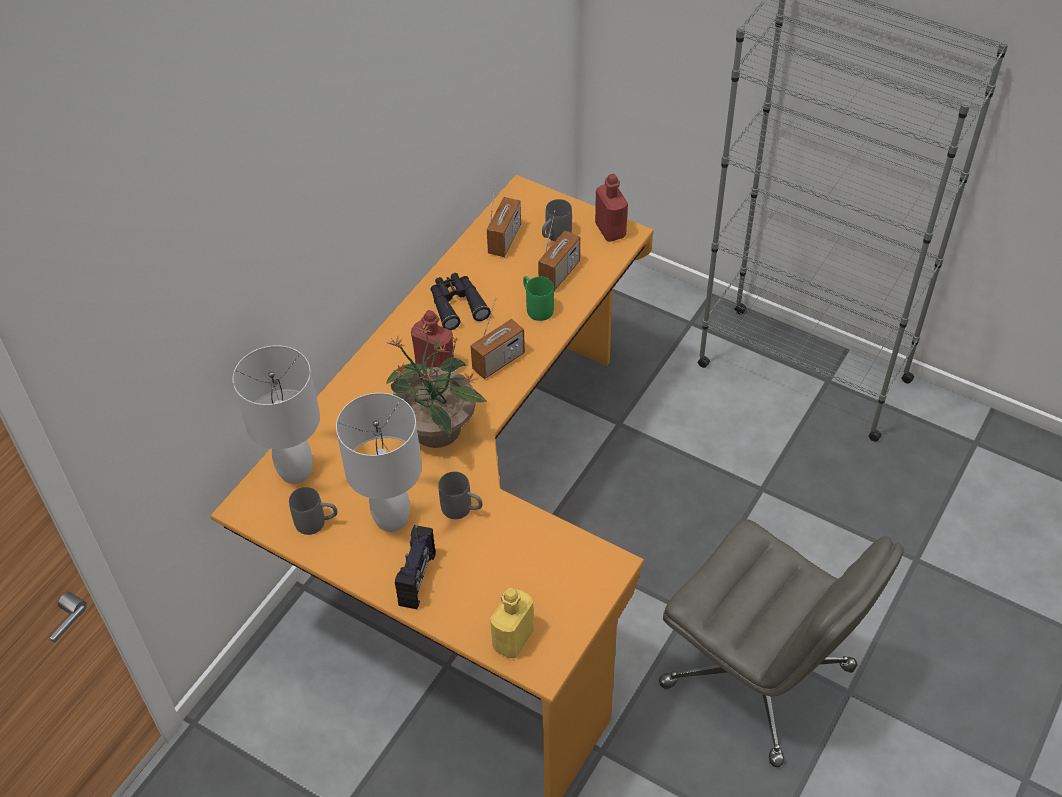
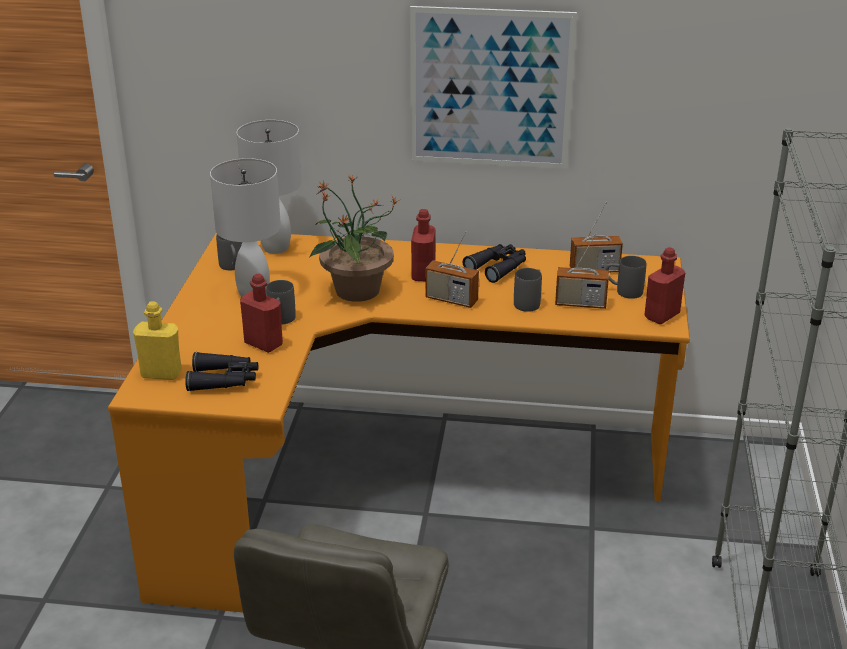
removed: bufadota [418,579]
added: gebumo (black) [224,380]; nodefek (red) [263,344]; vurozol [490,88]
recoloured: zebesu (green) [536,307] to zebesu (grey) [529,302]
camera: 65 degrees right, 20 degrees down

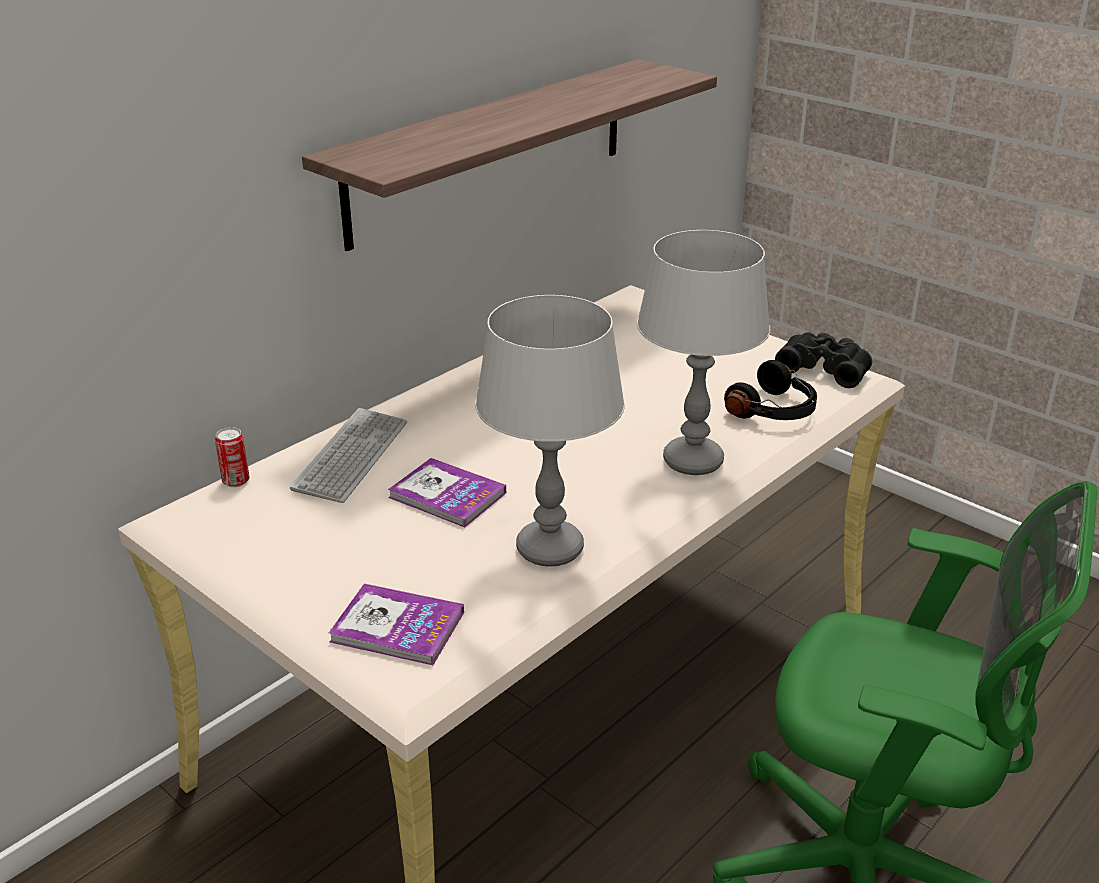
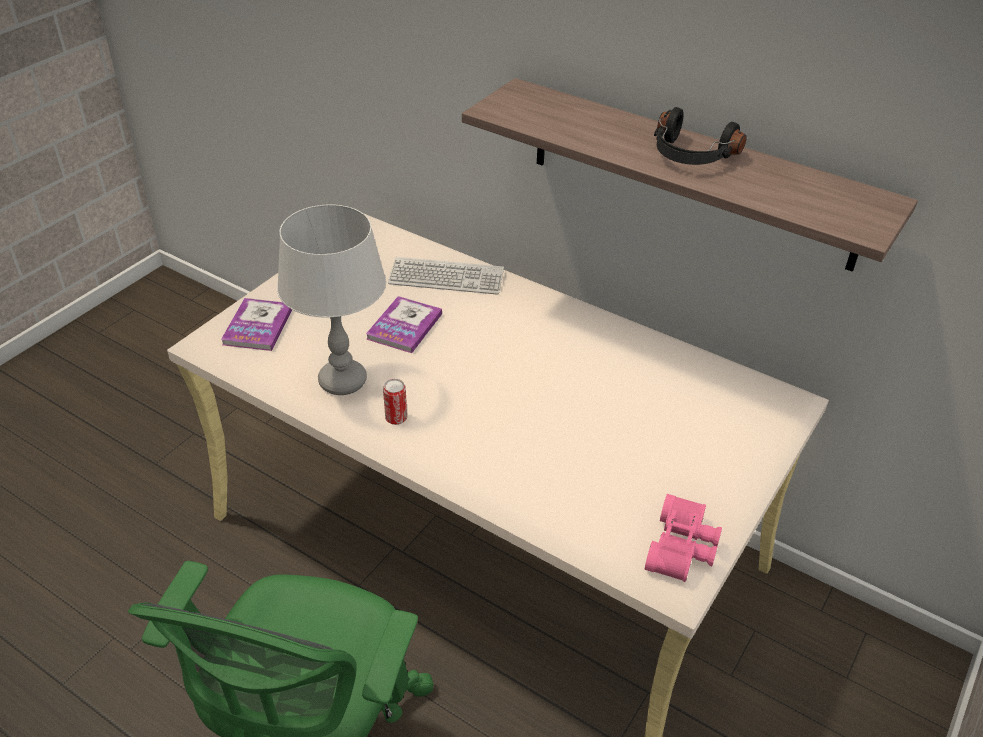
removed: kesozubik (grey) [692,462]
moved: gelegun [236,481] to [396,418]; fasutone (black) [774,411] to [690,156]
recoloured: gebumo (black) [824,368] to gebumo (pink) [683,548]
camera: 80 degrees right, 10 degrees up

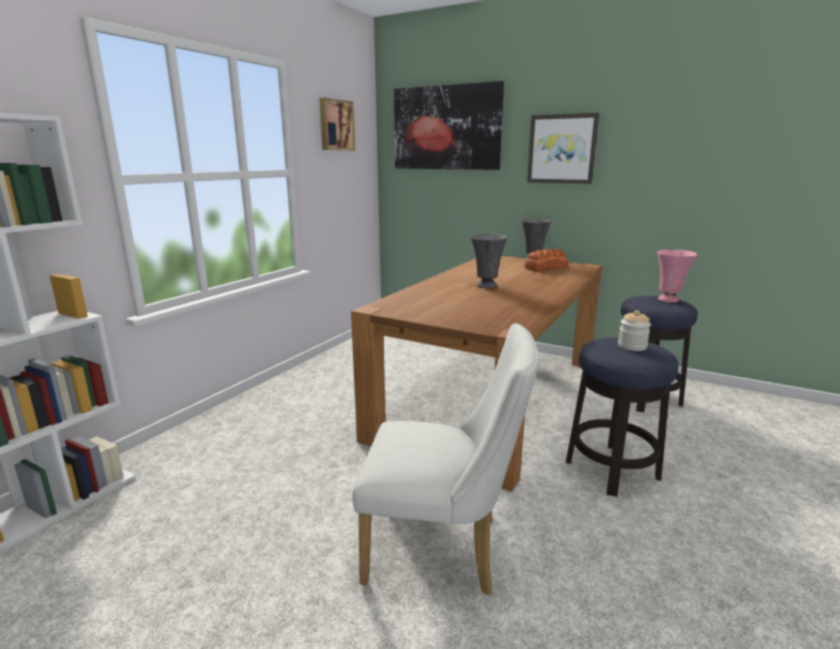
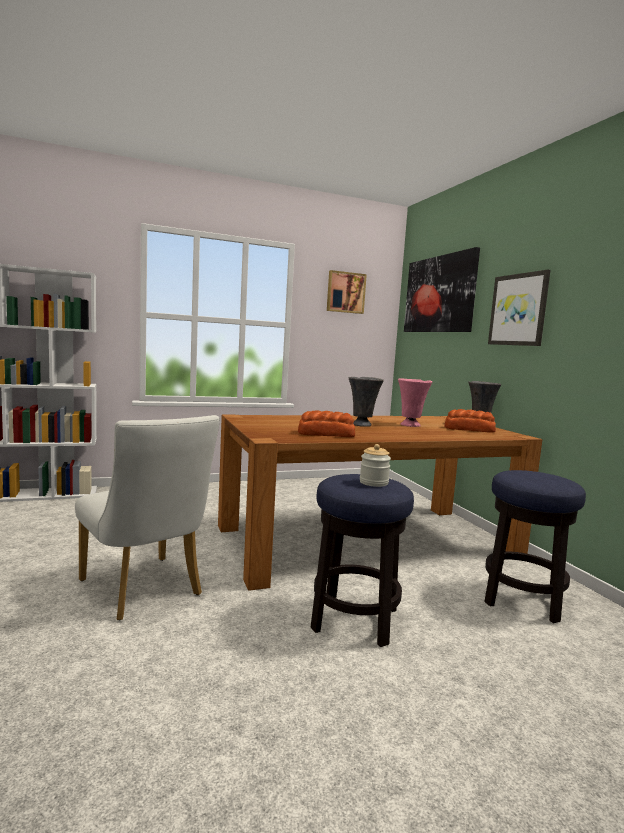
added: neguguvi [325,434]
moved: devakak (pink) [669,300] to [411,425]
camera: 40 degrees right, 10 degrees down

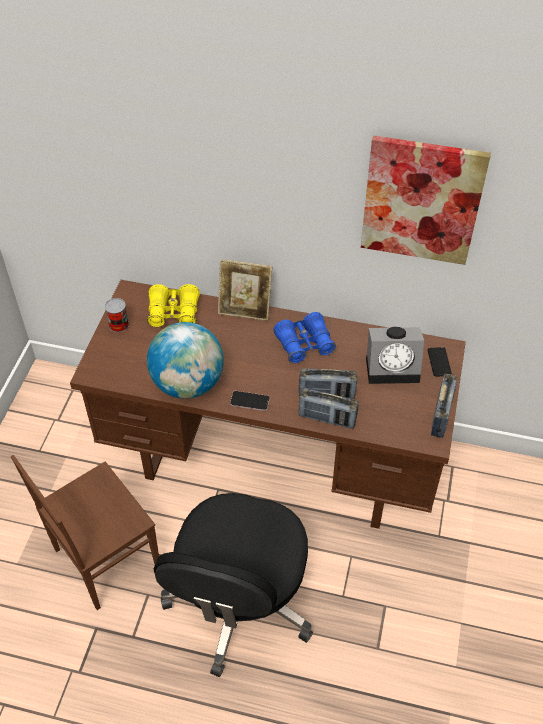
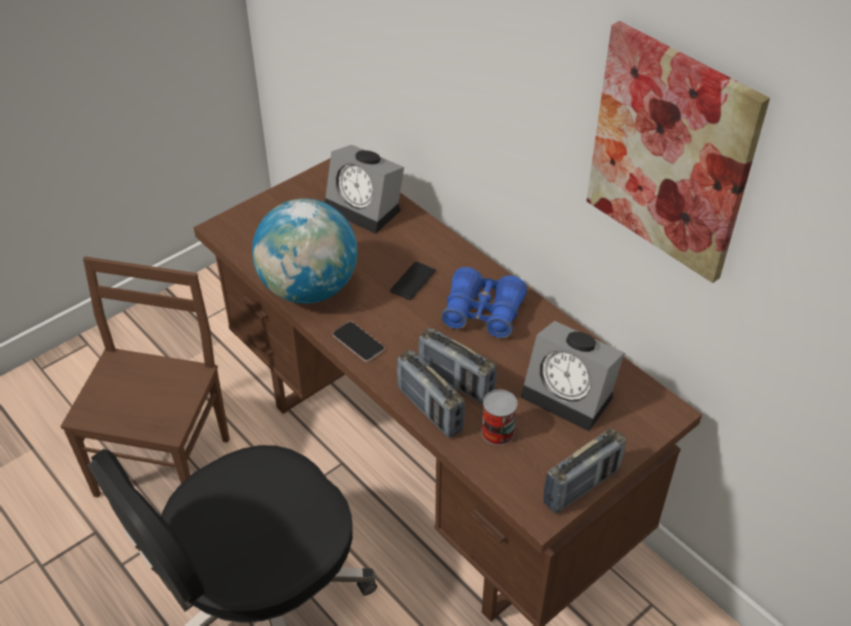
removed: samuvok [245,310]
moved: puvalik [439,362] to [413,281]; gelegun [118,324] to [498,432]
replaced: gebumo (yellow) [173,312] to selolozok [366,209]
turned: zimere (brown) [104,558] = [166,465] 105 degrees clockwise
camera: 35 degrees right, 5 degrees down

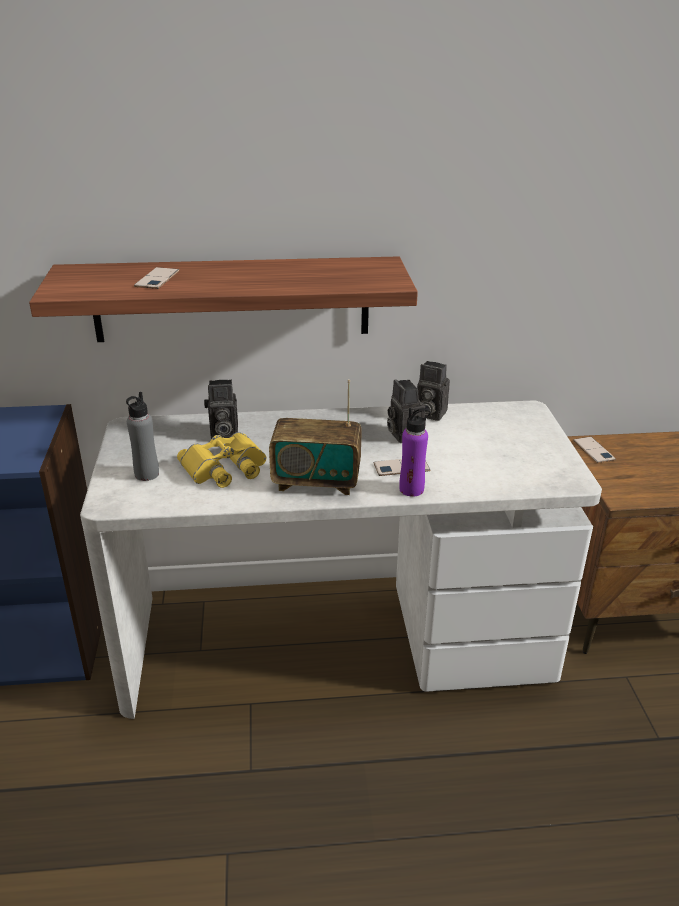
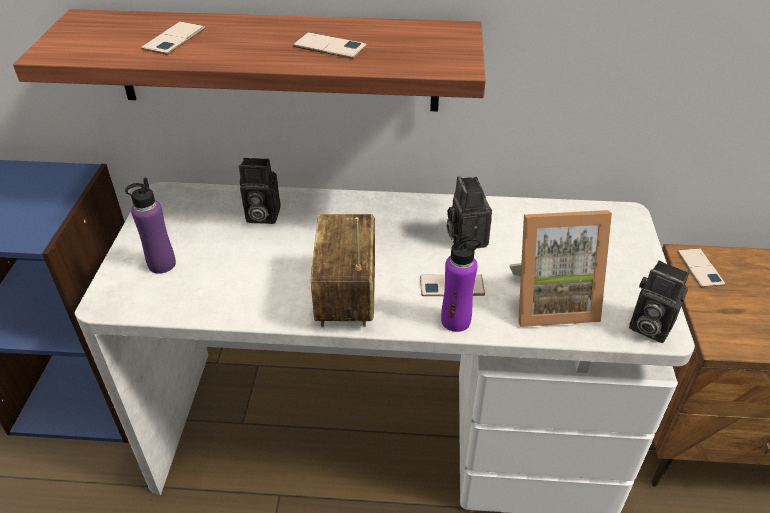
removed: gebumo (yellow) [225,468]
added: puvalik [329,46]; samuvok [550,301]
moved: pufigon [429,413] to [647,326]
recoloured: nodefek (grey) [146,474] to nodefek (purple) [161,264]
turned: bufadota [316,481] = [347,296] 75 degrees clockwise
camera: 10 degrees right, 10 degrees up

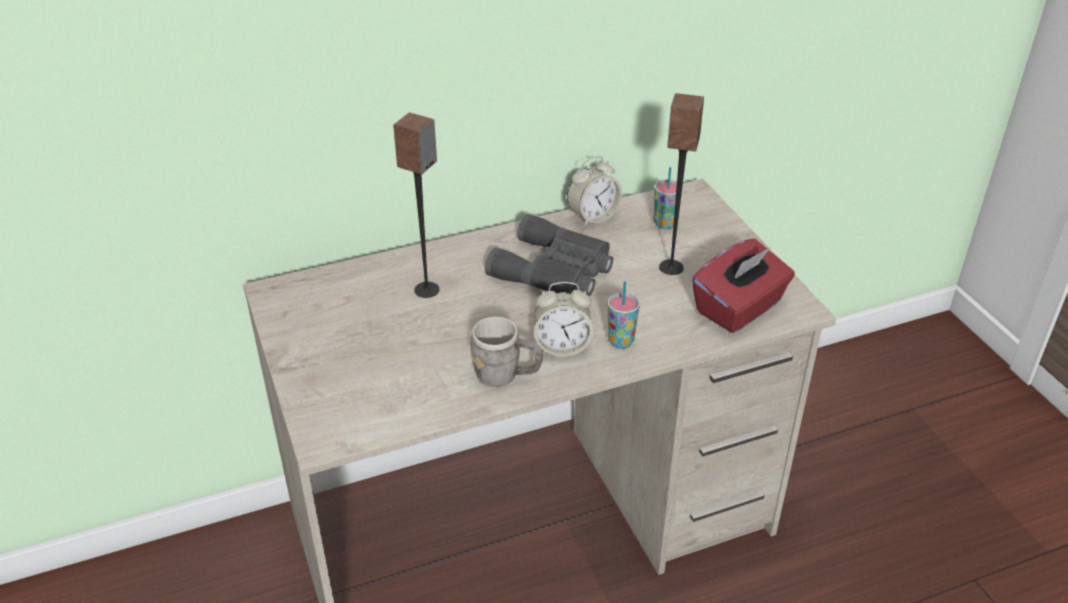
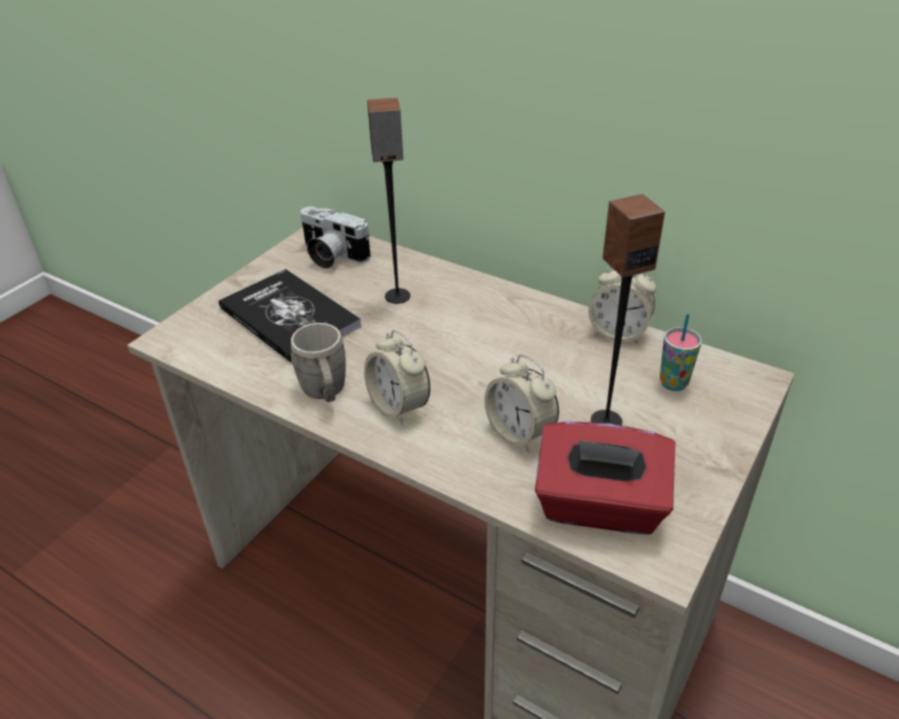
removed: gebumo (grey) [555,270]; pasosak [620,342]
added: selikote [289,317]; pufigon [331,256]; selolozok [520,433]
camera: 55 degrees right, 0 degrees up

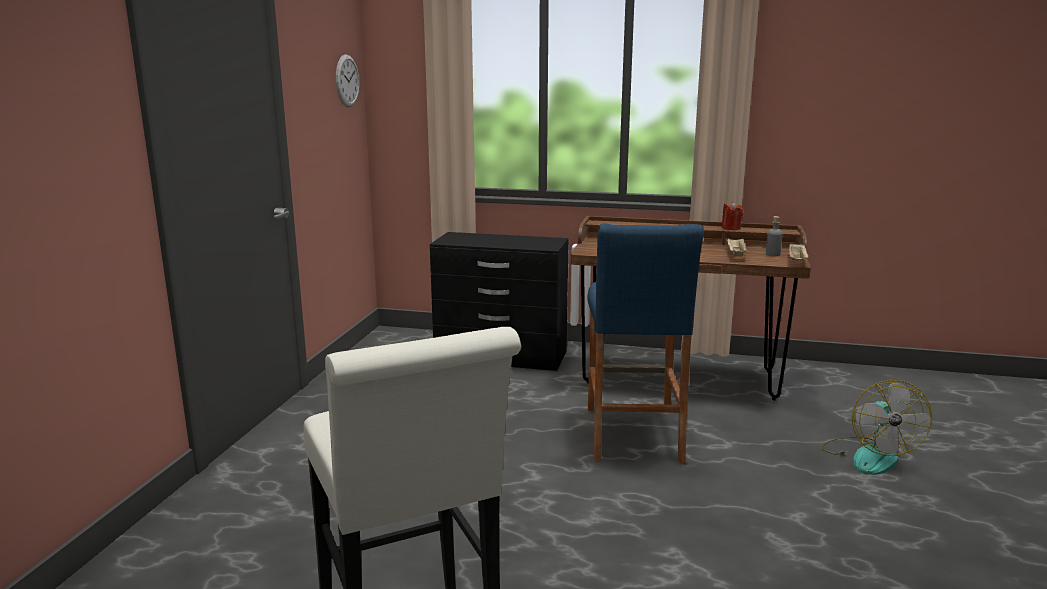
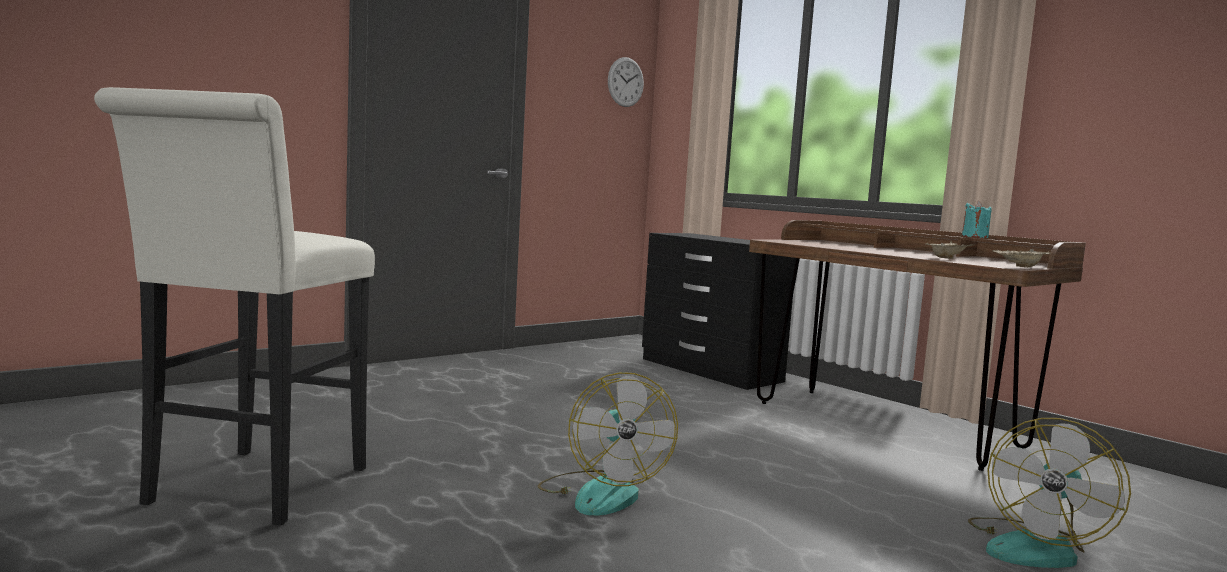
removed: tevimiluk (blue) [632,434]; nodefek (grey) [772,254]
added: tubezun [602,492]
recoloured: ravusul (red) [731,228] to ravusul (turquoise) [974,237]
camera: 35 degrees right, 10 degrees down

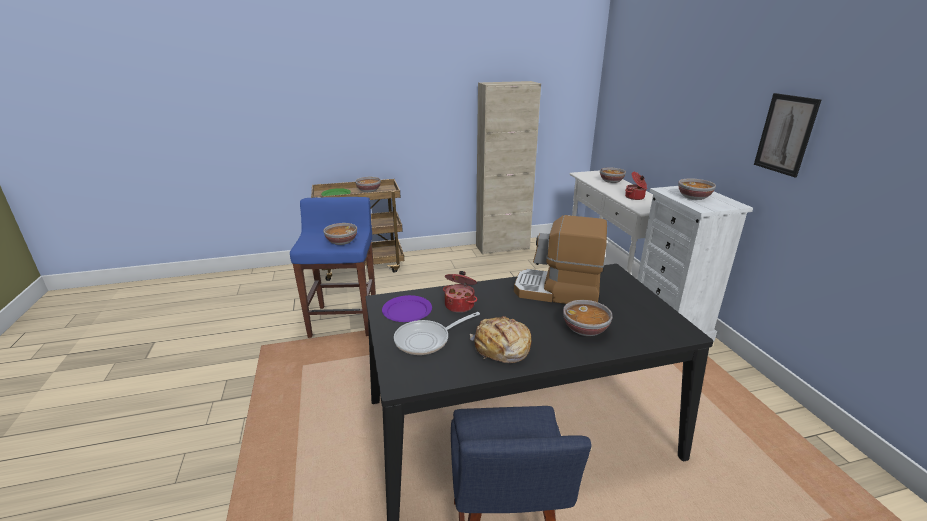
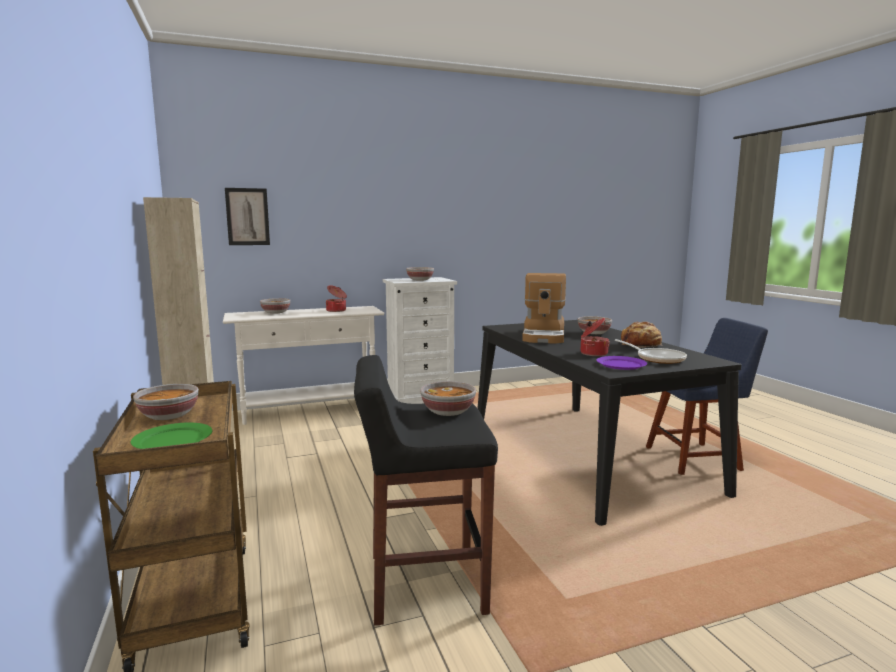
moved: vurozol [785,134] to [247,216]
recoloured: tevimiluk (blue) [344,320] to tevimiluk (black) [423,583]
camera: 95 degrees left, 15 degrees down

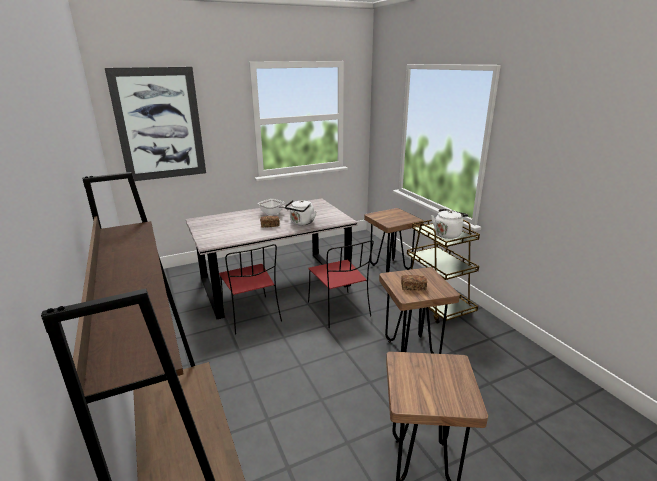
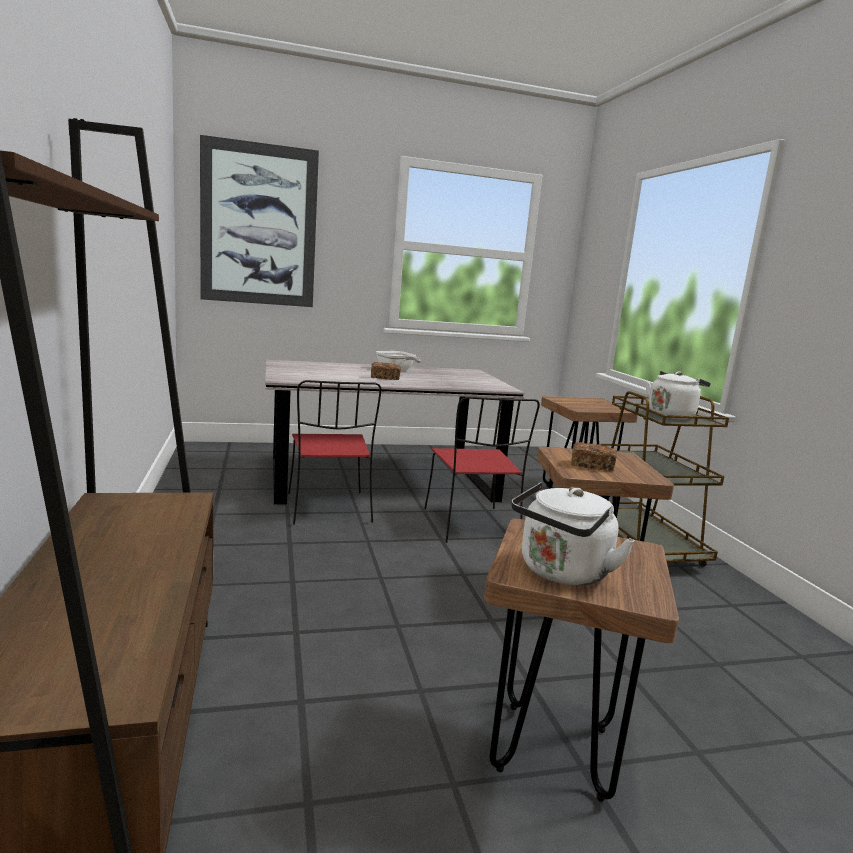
moved: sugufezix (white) [301,223] to [561,573]
camera: 10 degrees right, 10 degrees down

